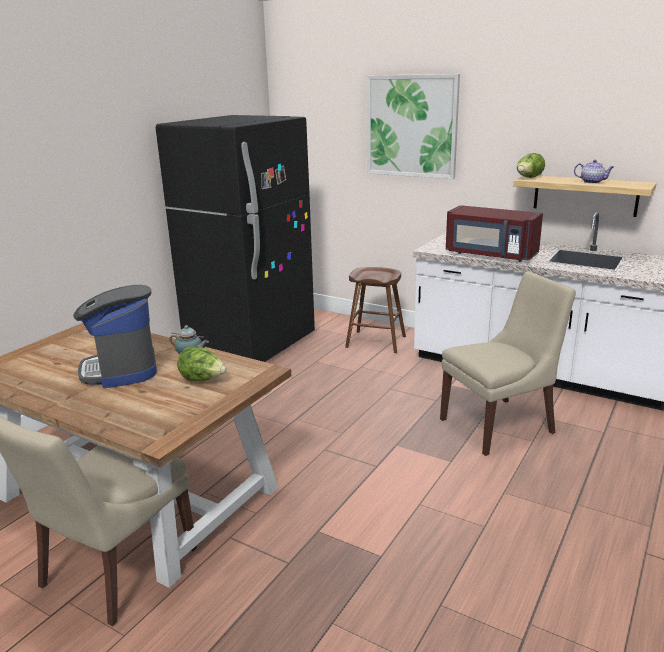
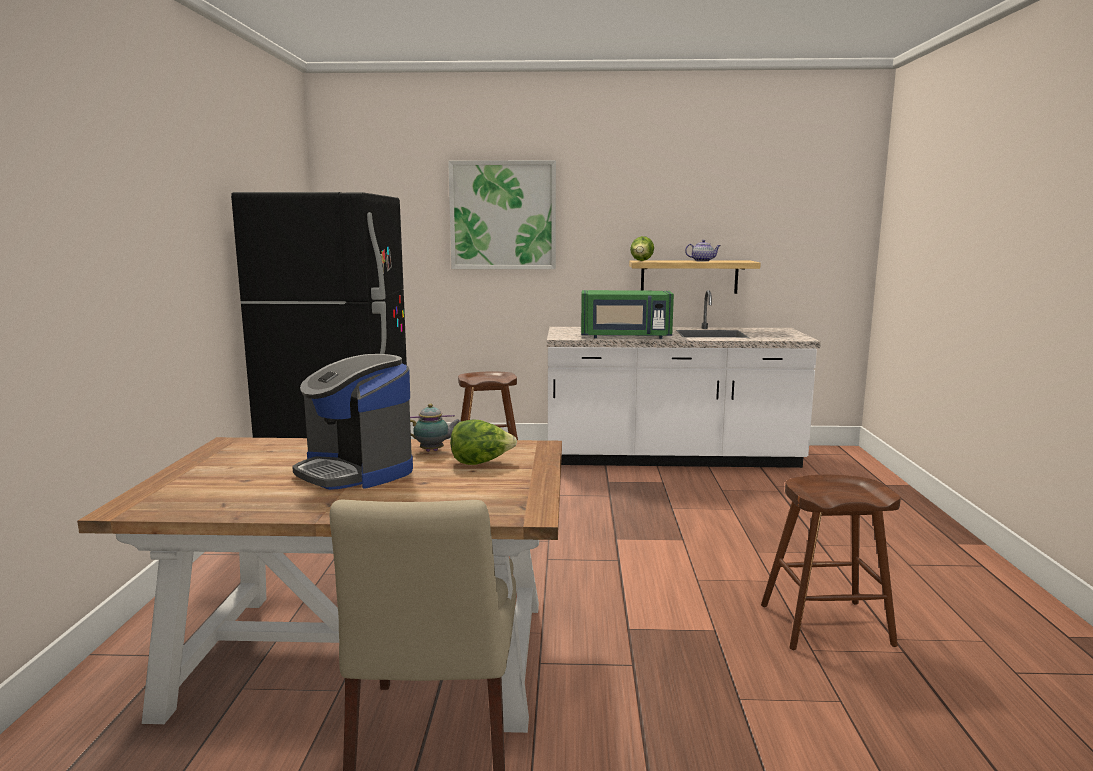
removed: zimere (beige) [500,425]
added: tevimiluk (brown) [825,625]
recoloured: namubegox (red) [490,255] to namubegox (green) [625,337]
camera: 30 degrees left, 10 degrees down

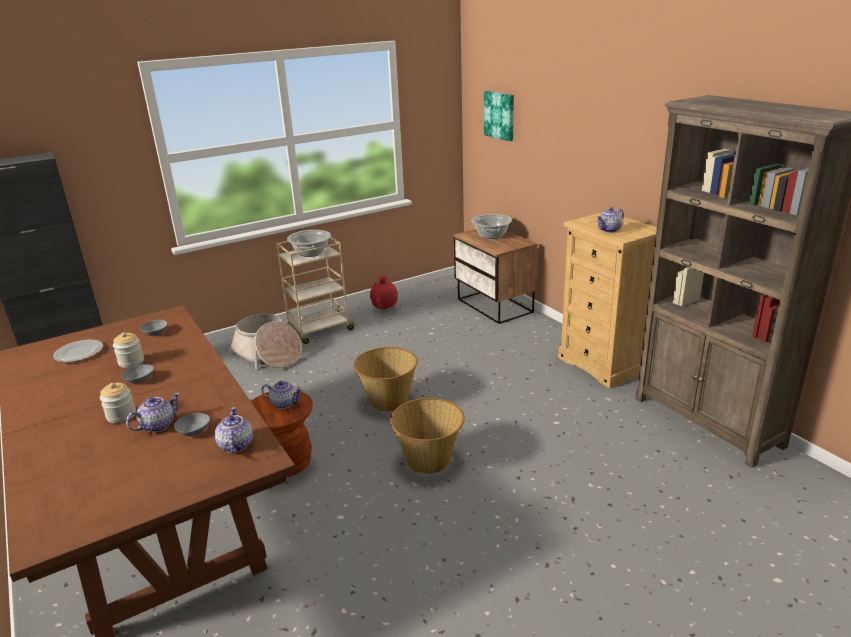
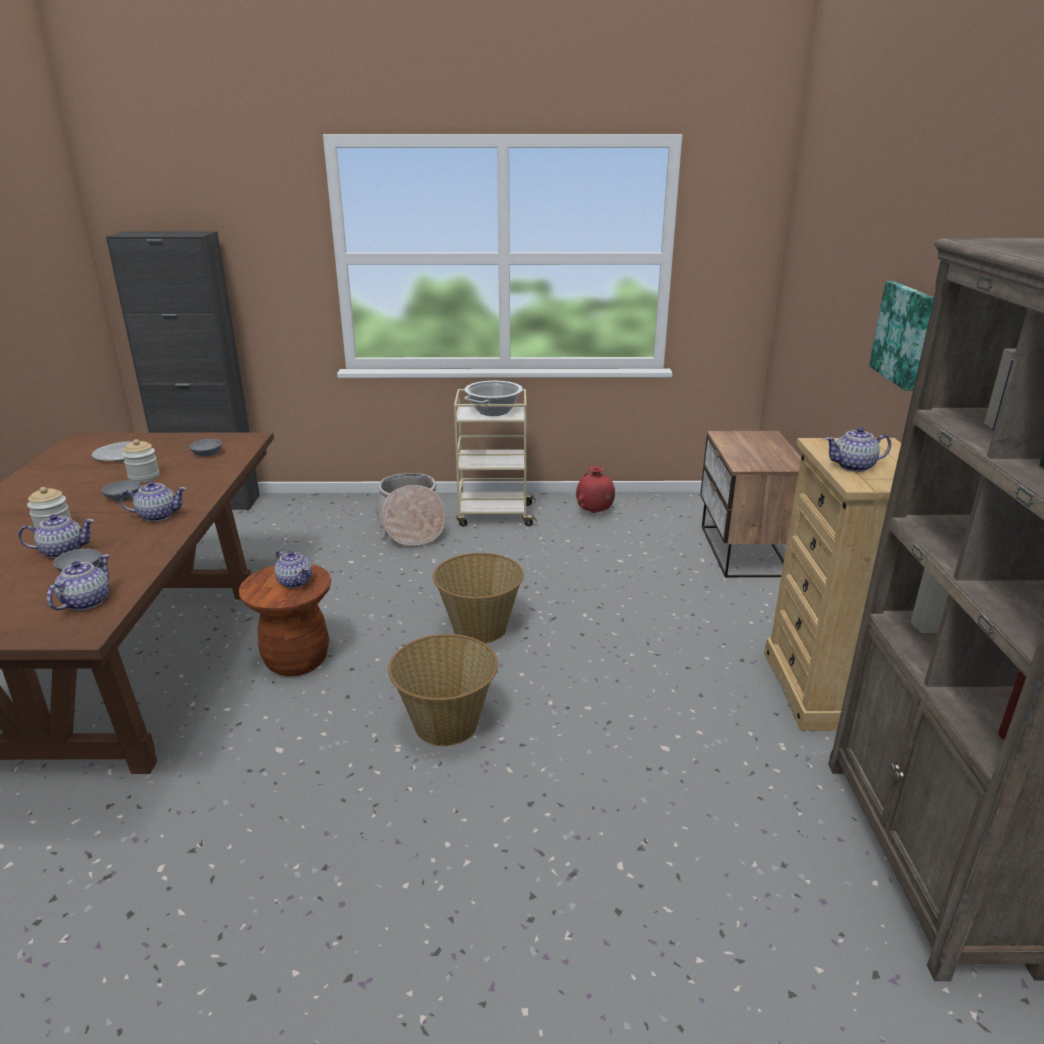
removed: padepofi [491,235]
added: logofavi [157,516]
moved: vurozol [500,115] to [904,334]
camera: 30 degrees right, 0 degrees up

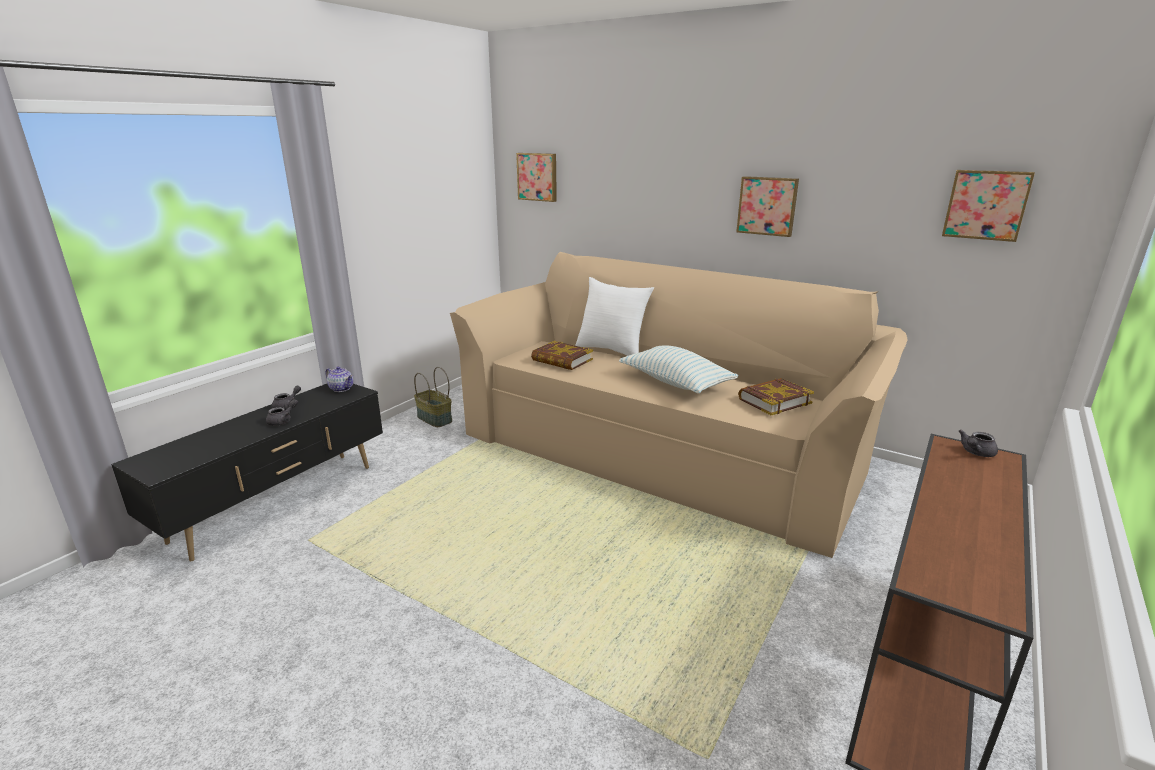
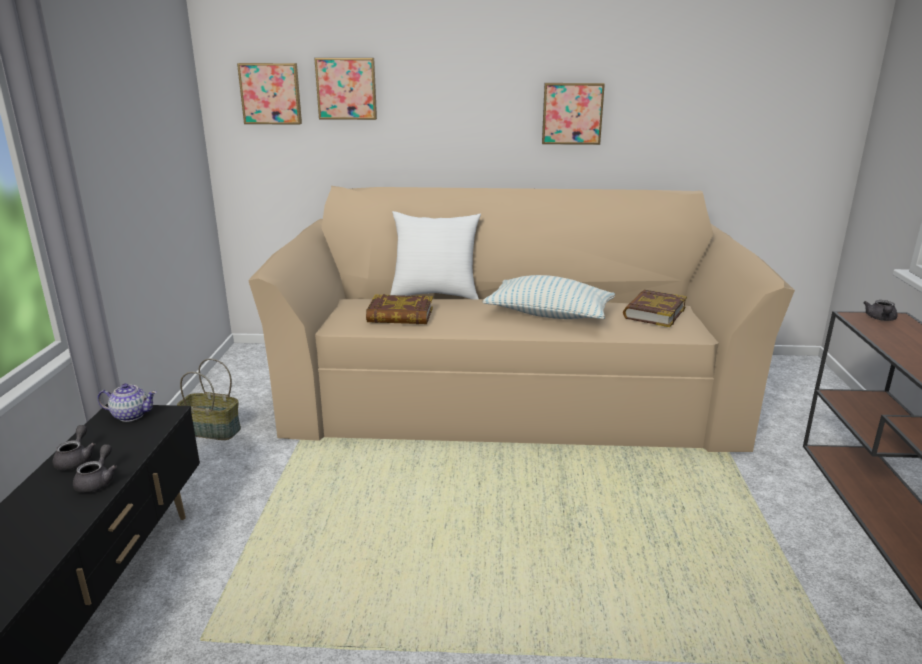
moved: vurozol [986,205] to [346,88]
camera: 30 degrees left, 0 degrees up

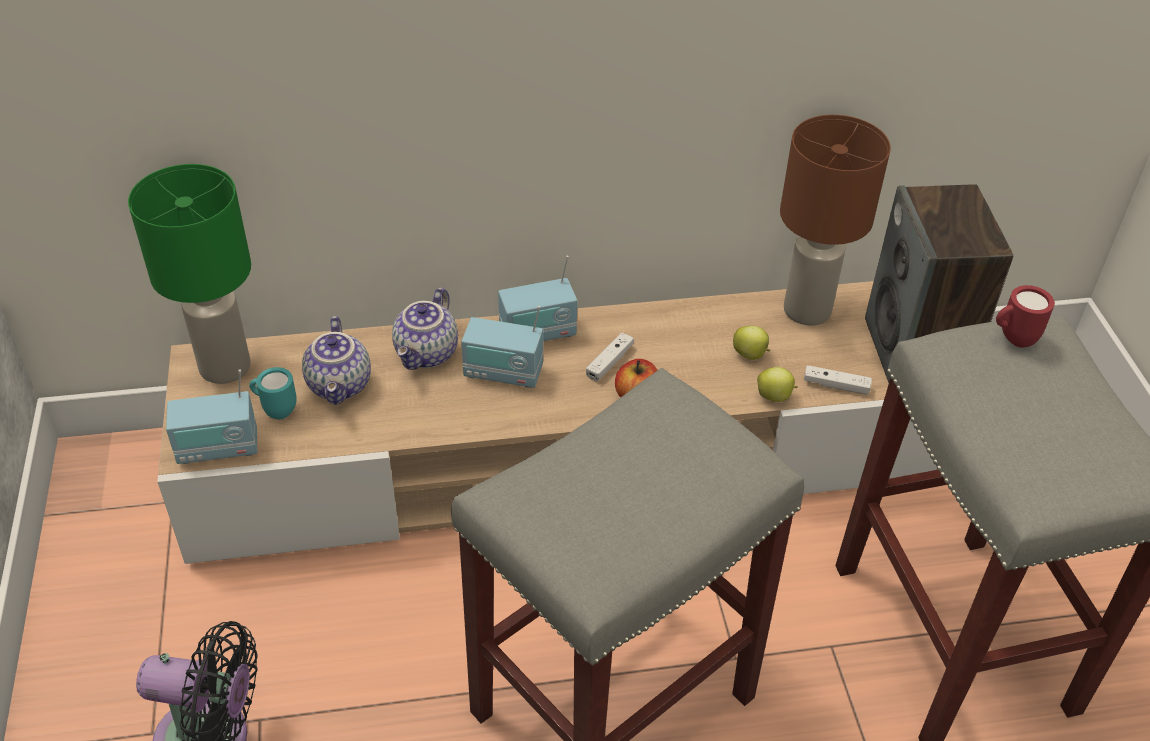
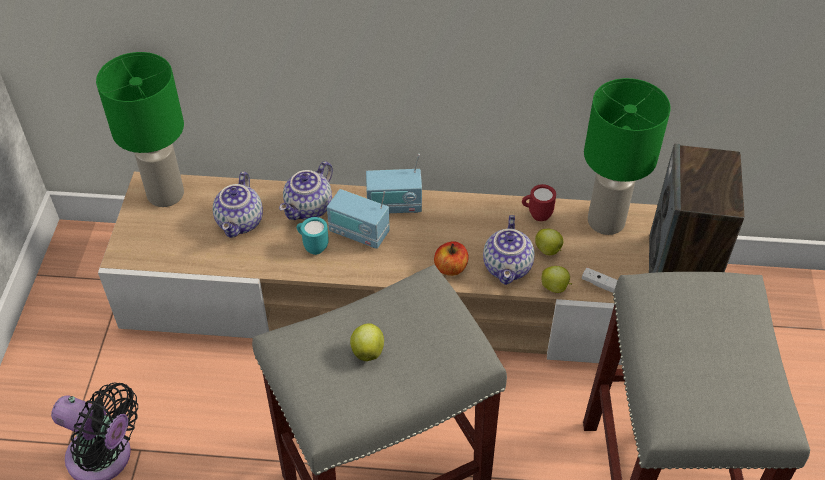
removed: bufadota [218,449]; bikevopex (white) [609,362]
added: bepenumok [367,351]; logofavi [508,267]
moved: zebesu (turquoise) [276,410] to [313,246]; zebesu (red) [1012,339] to [536,215]
recoloured: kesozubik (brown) [805,310] to kesozubik (green) [605,221]
camera: 15 degrees right, 5 degrees up

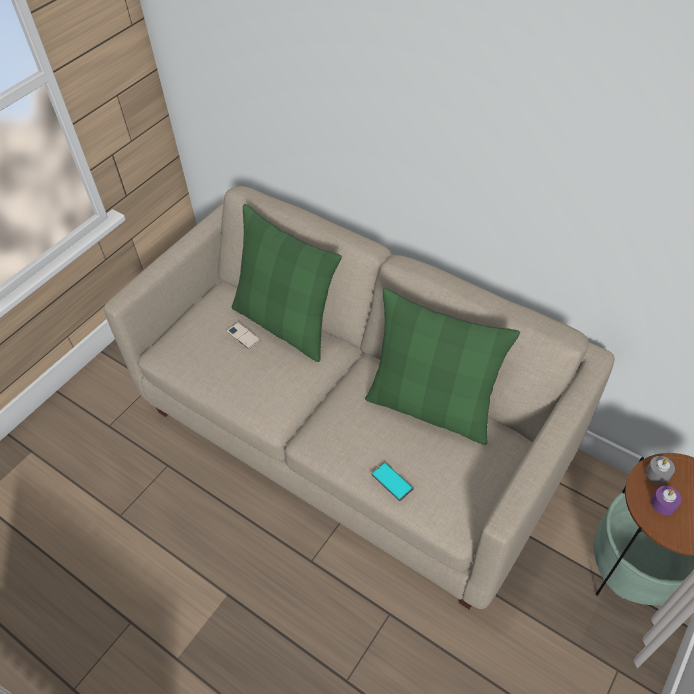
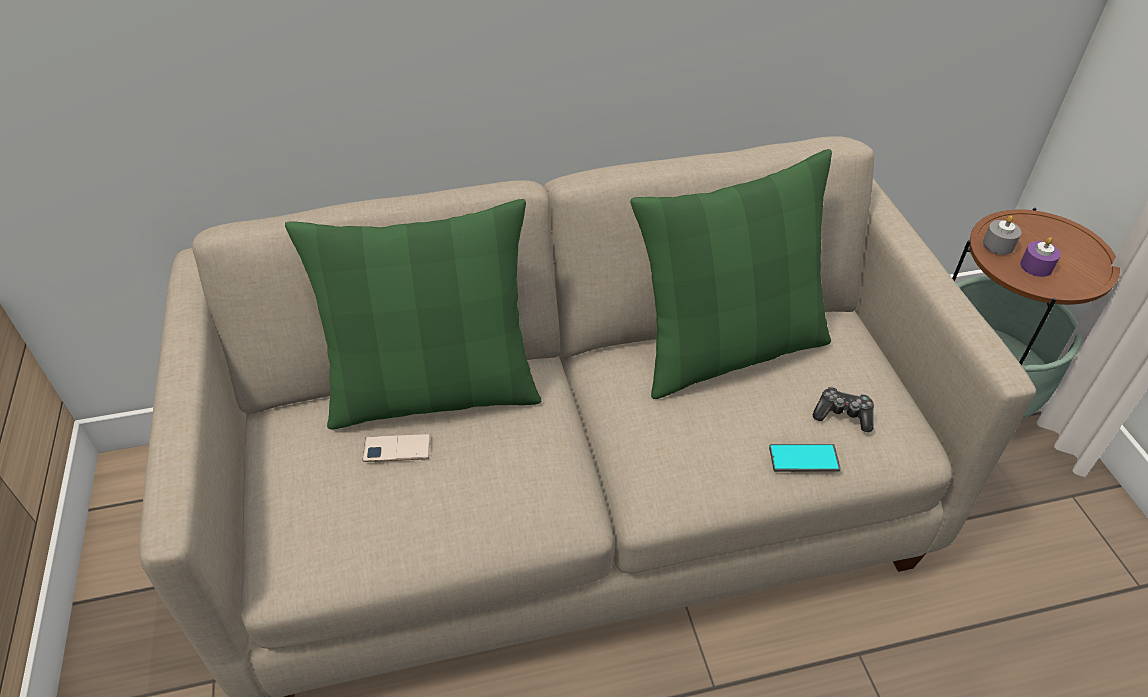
added: bikevopex [843,414]
camera: 50 degrees left, 5 degrees down

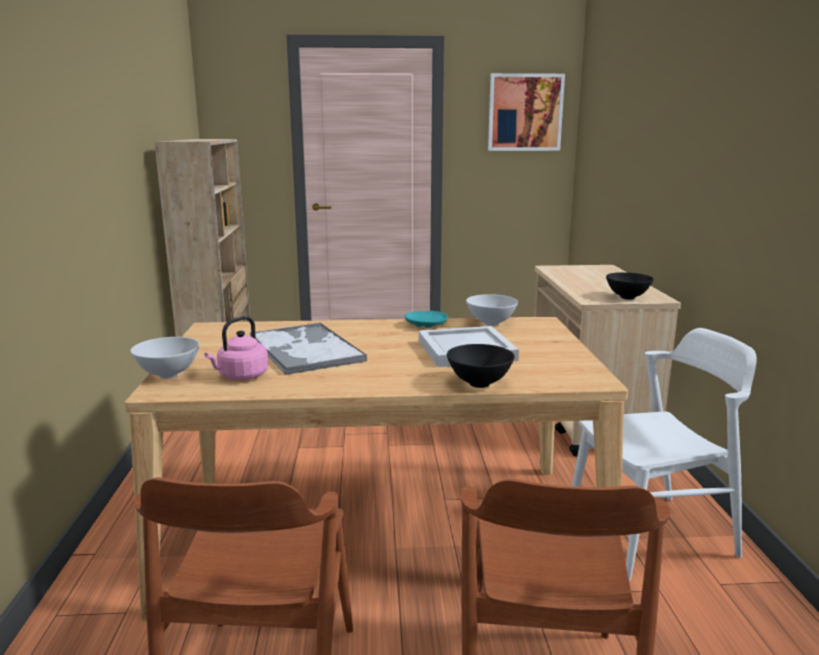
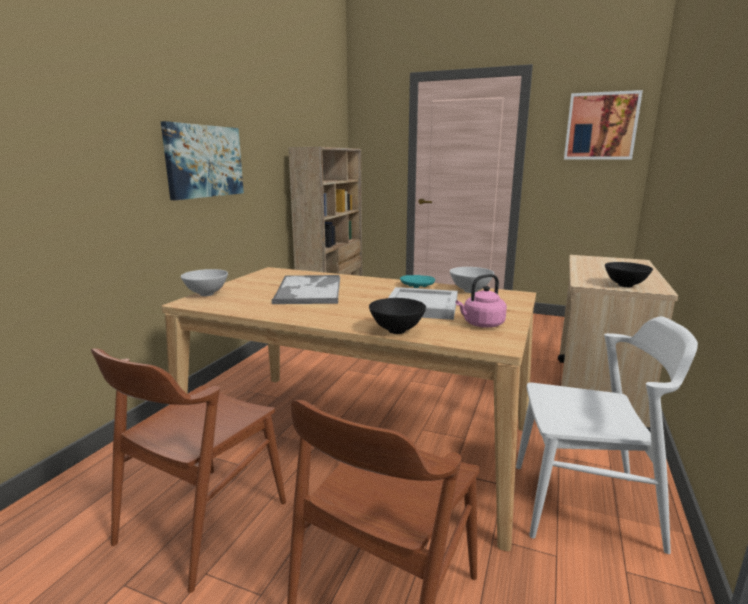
added: vurozol [204,161]
moved: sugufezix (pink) [241,376] to [481,324]
camera: 25 degrees right, 0 degrees up

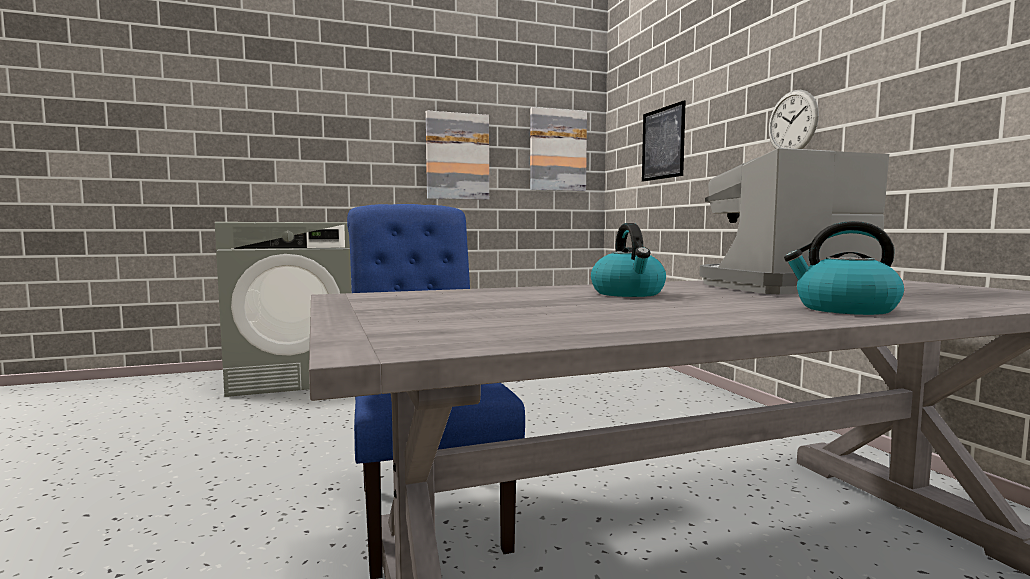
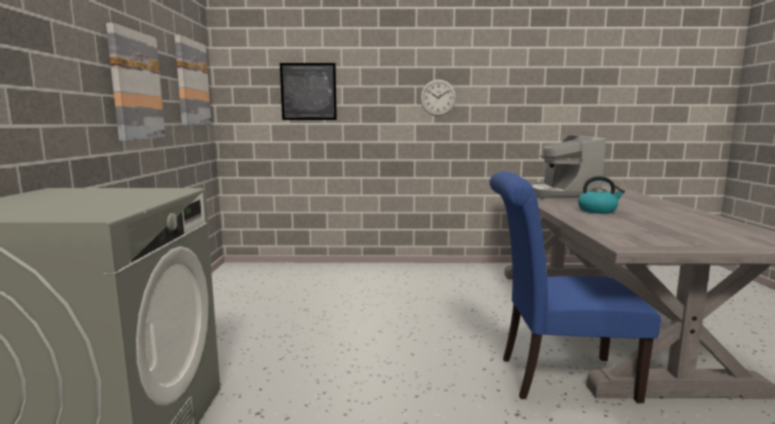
removed: sugufezix [844,309]
camera: 70 degrees left, 5 degrees up

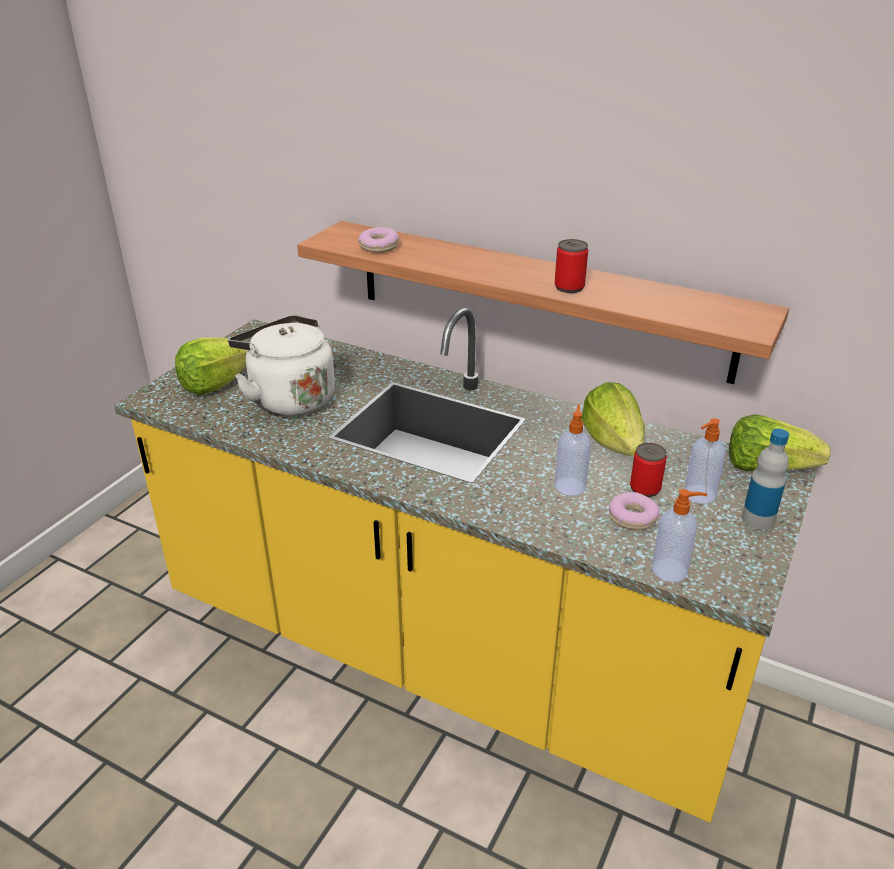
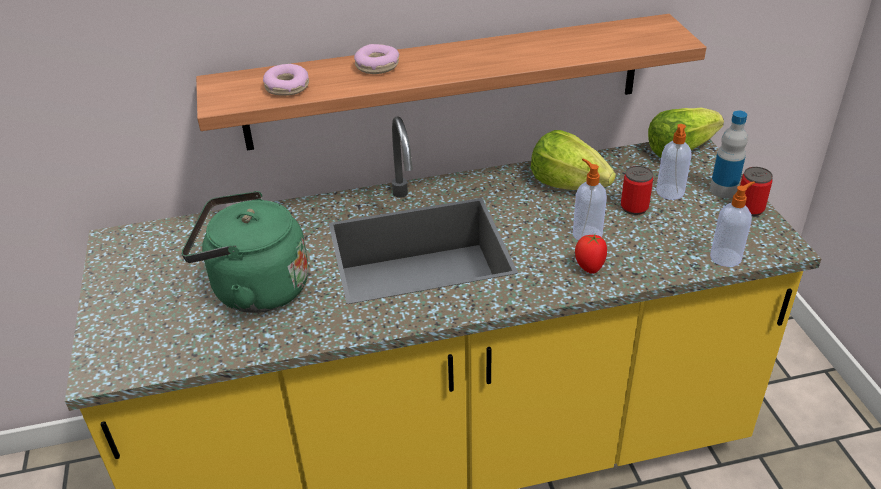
removed: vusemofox [214,384]
added: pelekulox [589,267]
moved: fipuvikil [632,518] to [377,66]; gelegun [569,287] to [749,209]
recoloured: sugufezix (white) [289,399] to sugufezix (green) [255,289]
camera: 40 degrees left, 5 degrees up

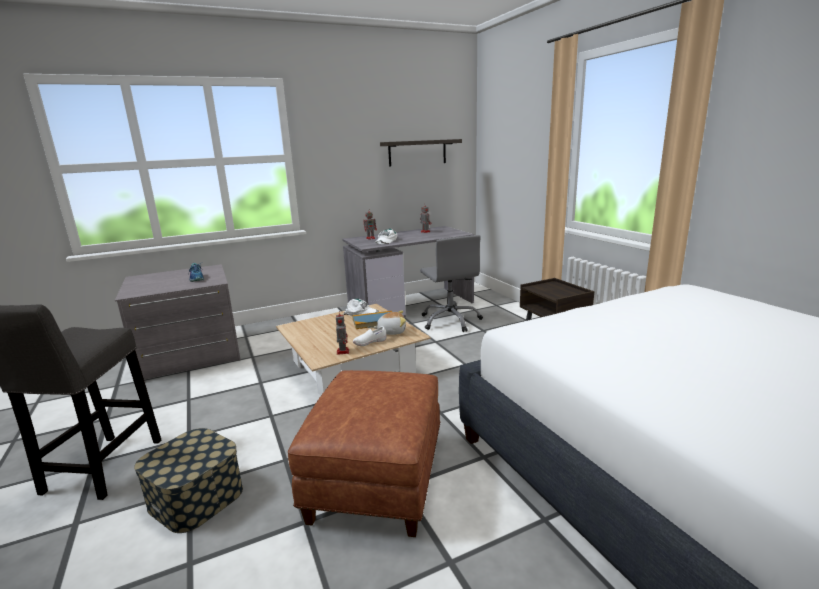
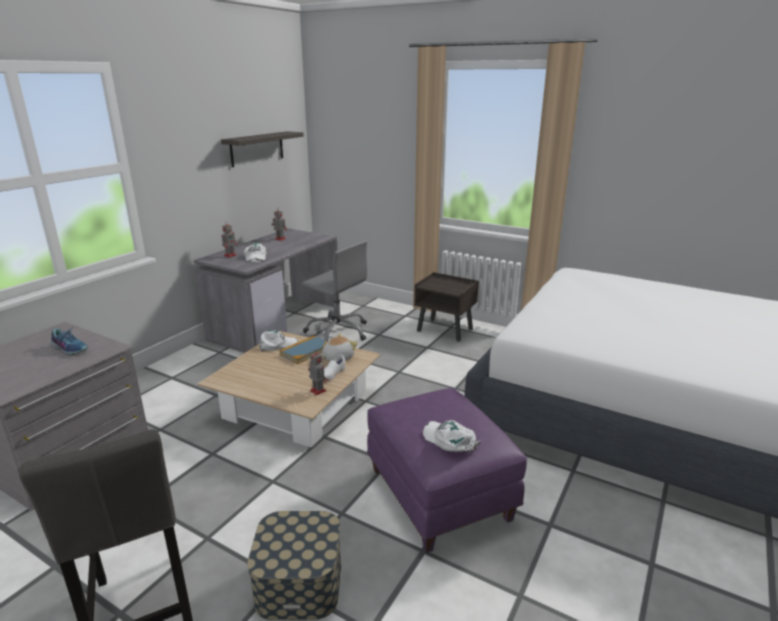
added: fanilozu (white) [449,439]
recoloured: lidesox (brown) [378,480] to lidesox (purple) [440,494]
camera: 35 degrees left, 5 degrees up

